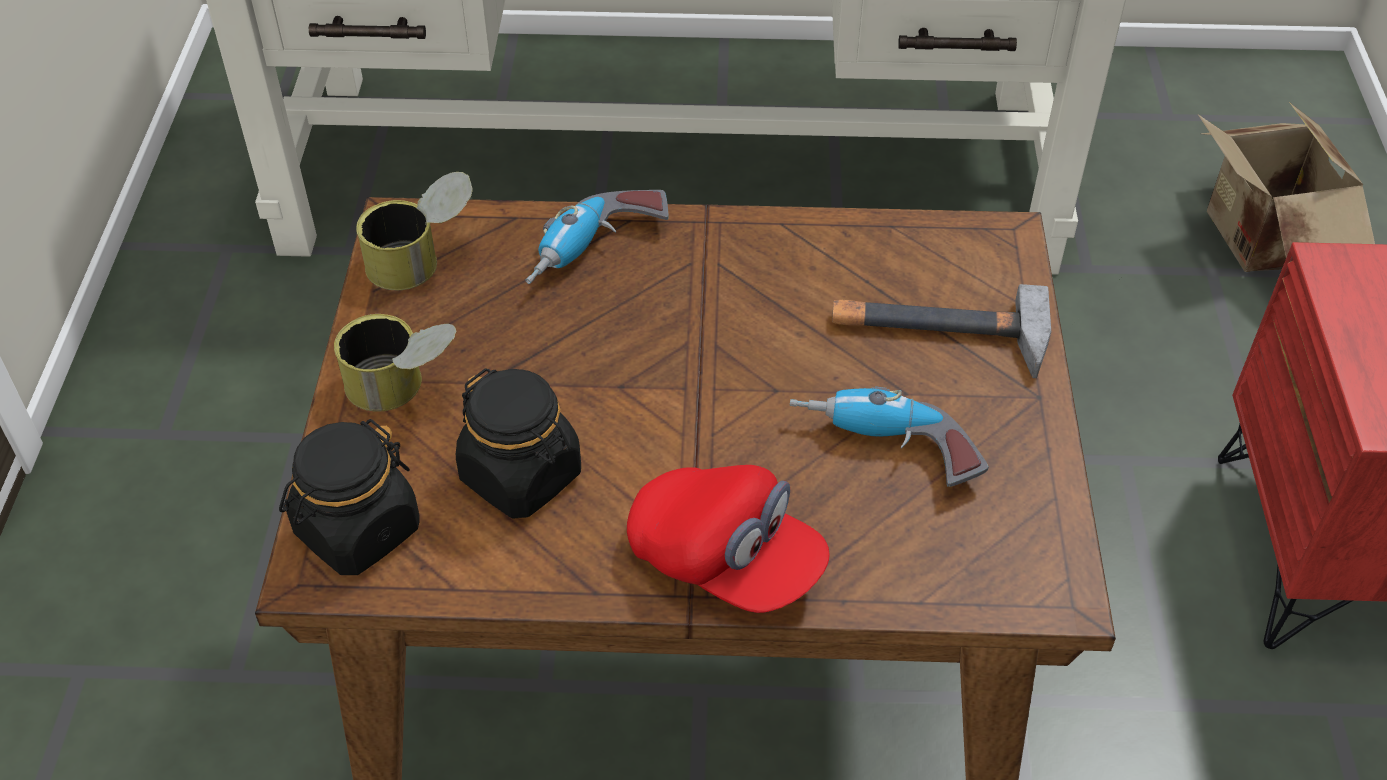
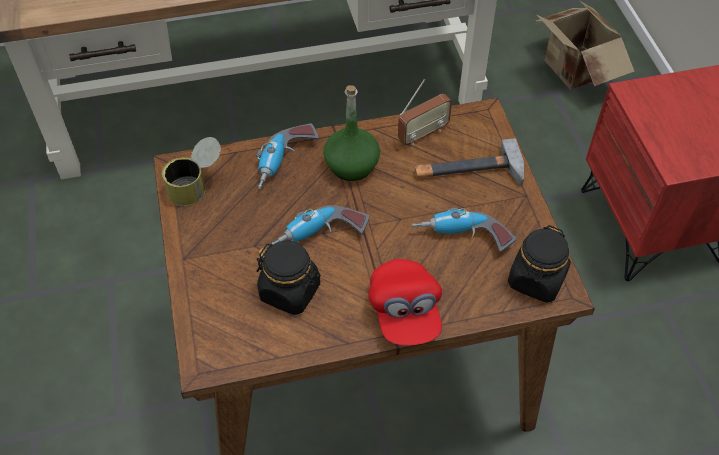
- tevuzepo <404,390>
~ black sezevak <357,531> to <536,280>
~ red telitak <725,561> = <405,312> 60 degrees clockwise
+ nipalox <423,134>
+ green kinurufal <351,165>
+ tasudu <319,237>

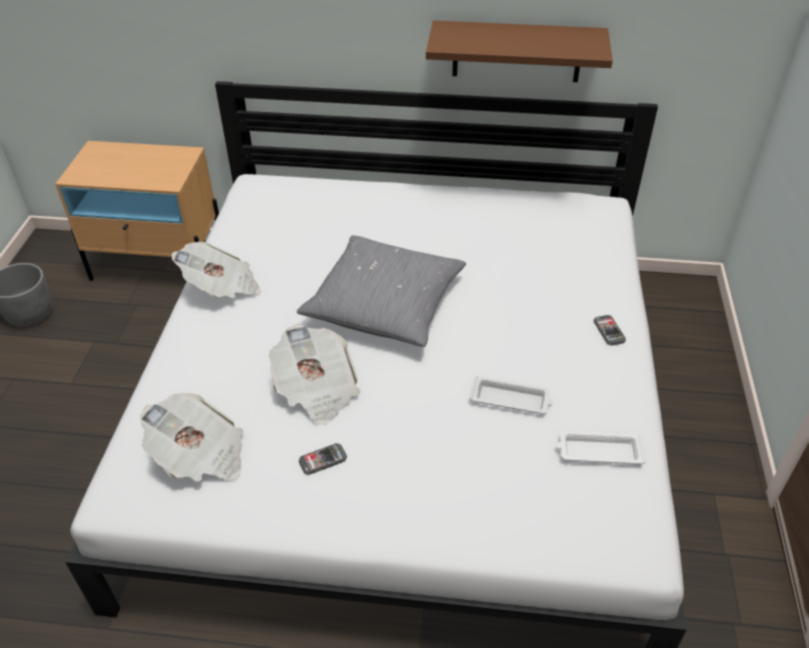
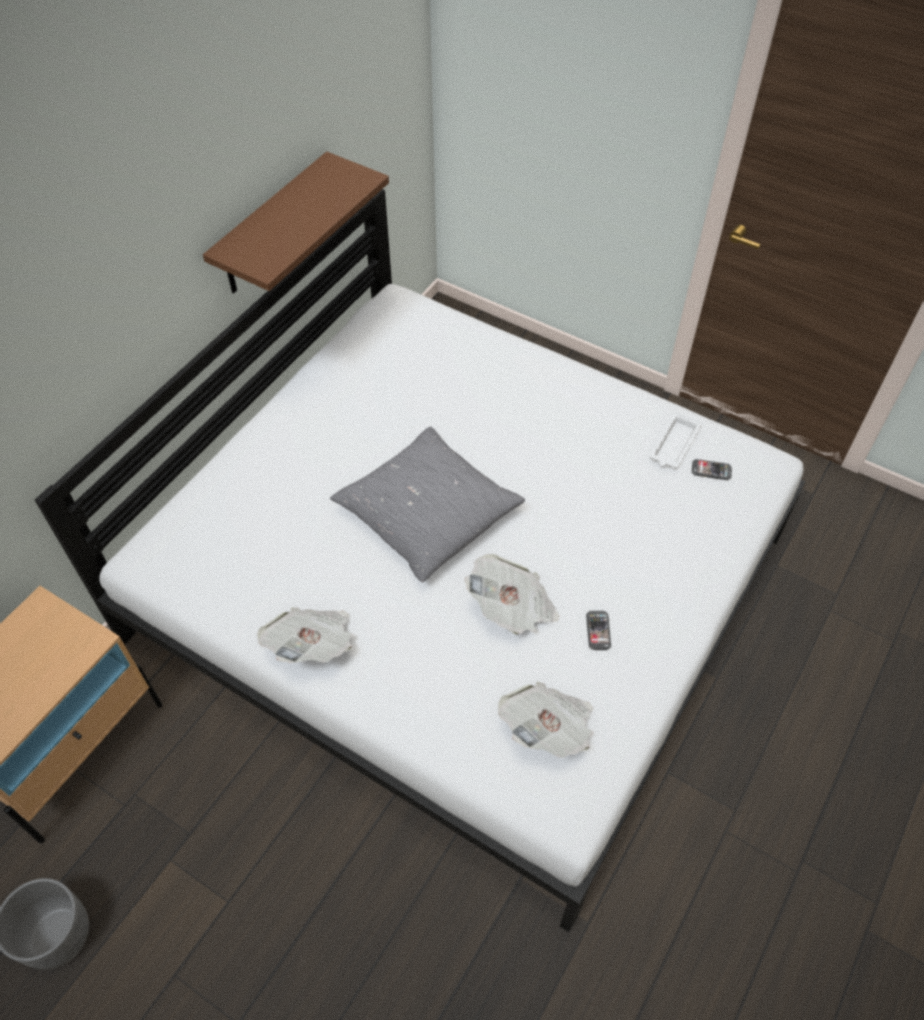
~ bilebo <609,331> to <711,470>
- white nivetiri <511,399>

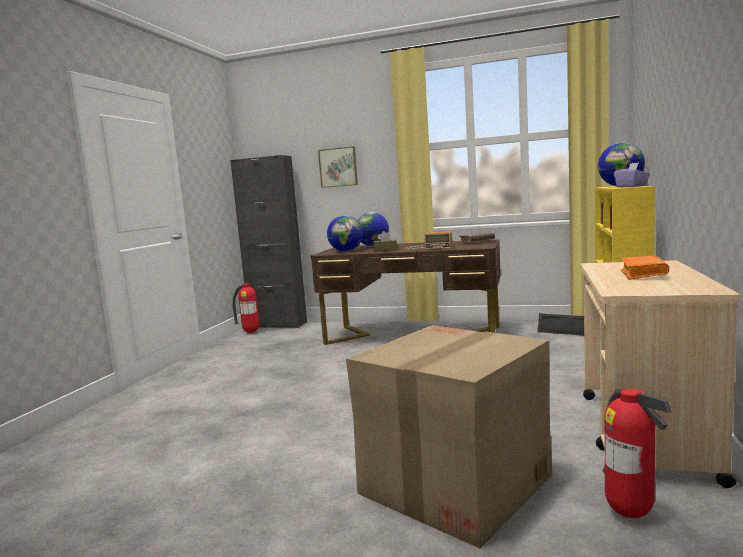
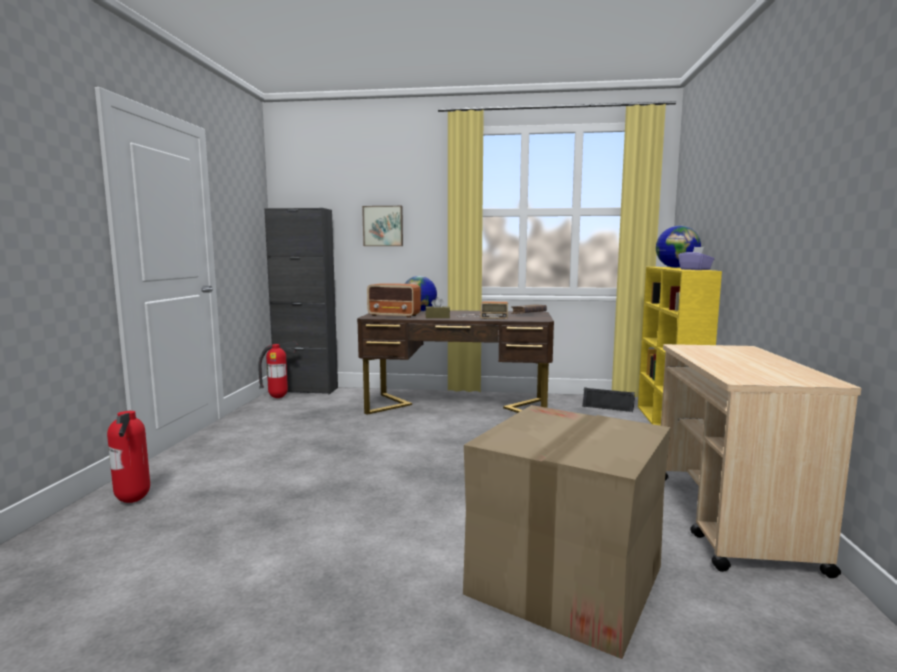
~ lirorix <346,251> to nipalox <394,315>
- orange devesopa <643,274>
~ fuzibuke <630,514> to <134,501>

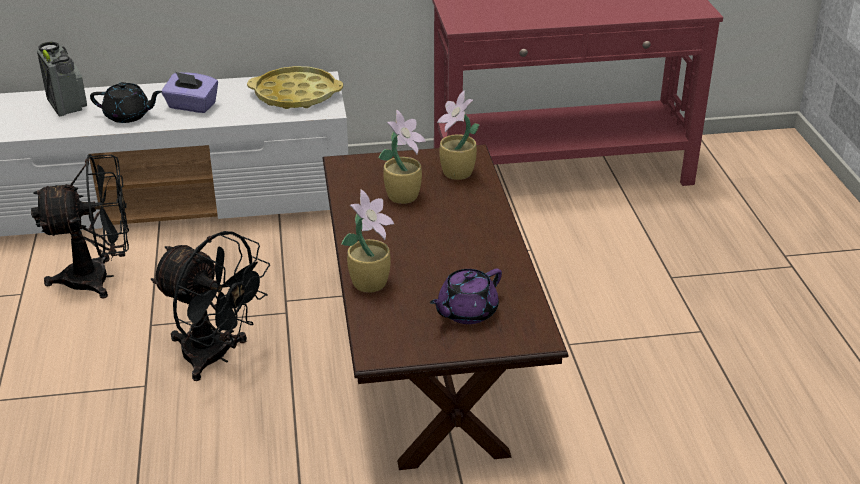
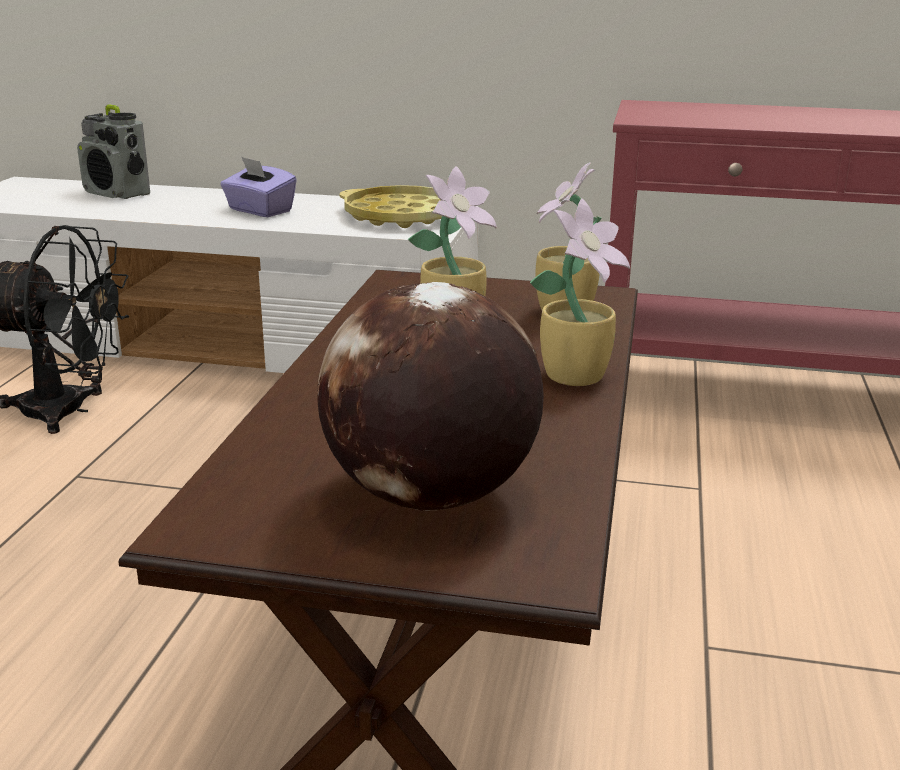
~ nipalox <67,104> = <117,194> 135 degrees clockwise
- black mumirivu <128,116>
~ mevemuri <371,283> to <577,375>
- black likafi <216,357>
~ purple mumirivu <466,312> to lirorix <429,496>

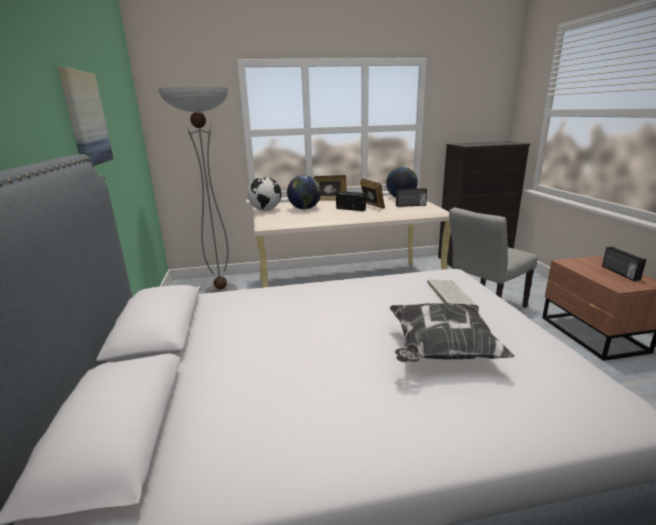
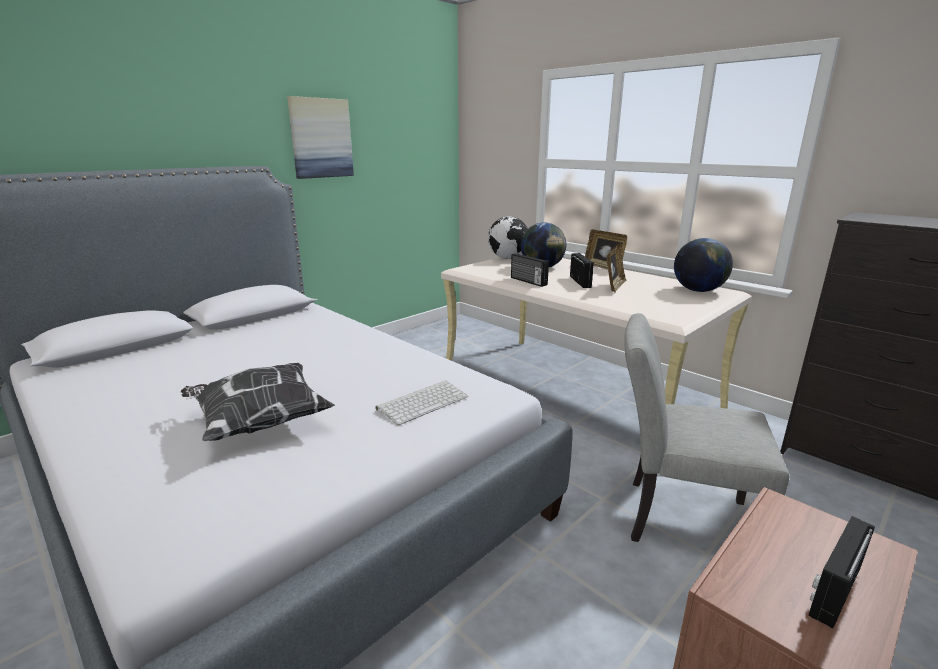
- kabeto <221,291>
~ nipalox <410,205> to <528,281>

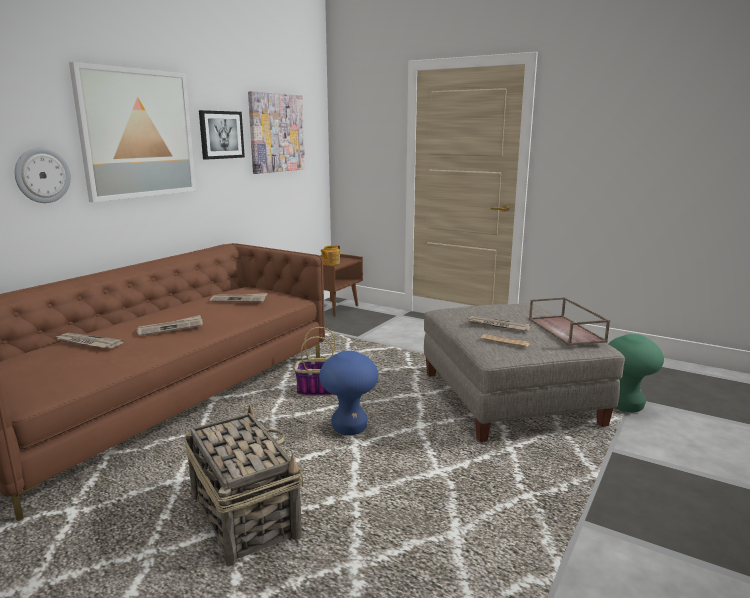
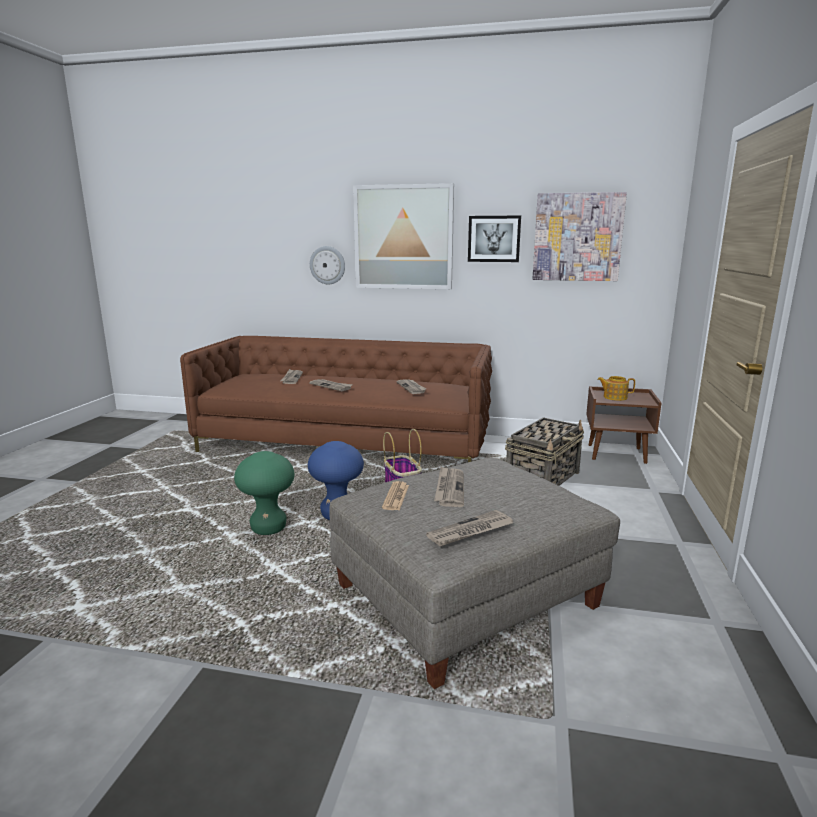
~ brown nivetiri <567,330> to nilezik <470,531>
~ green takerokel <626,406> to <268,528>
~ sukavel <244,515> to <543,478>

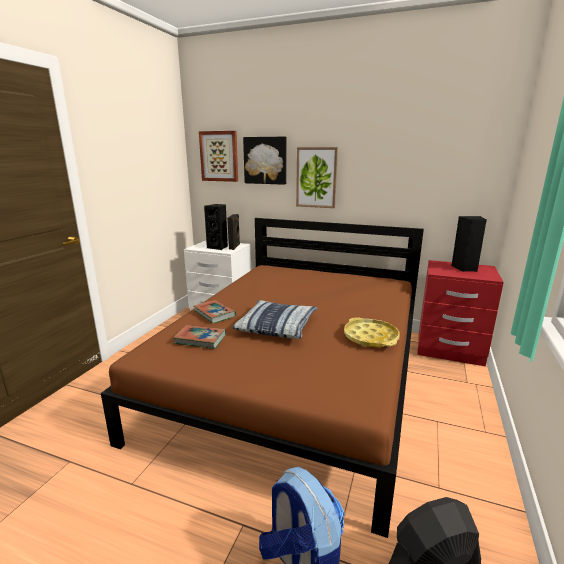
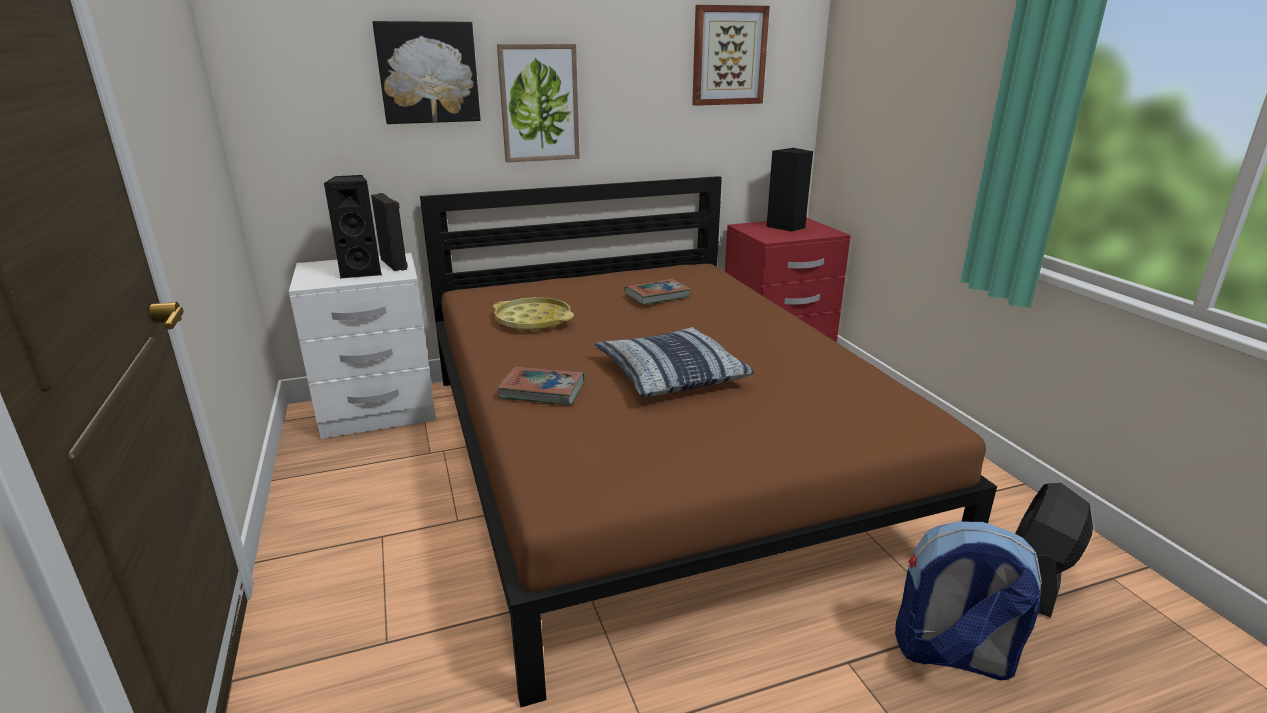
~ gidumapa <219,156> to <728,56>
~ yellow nivetiri <370,337> to <533,320>
~ devesopa <200,339> to <657,296>

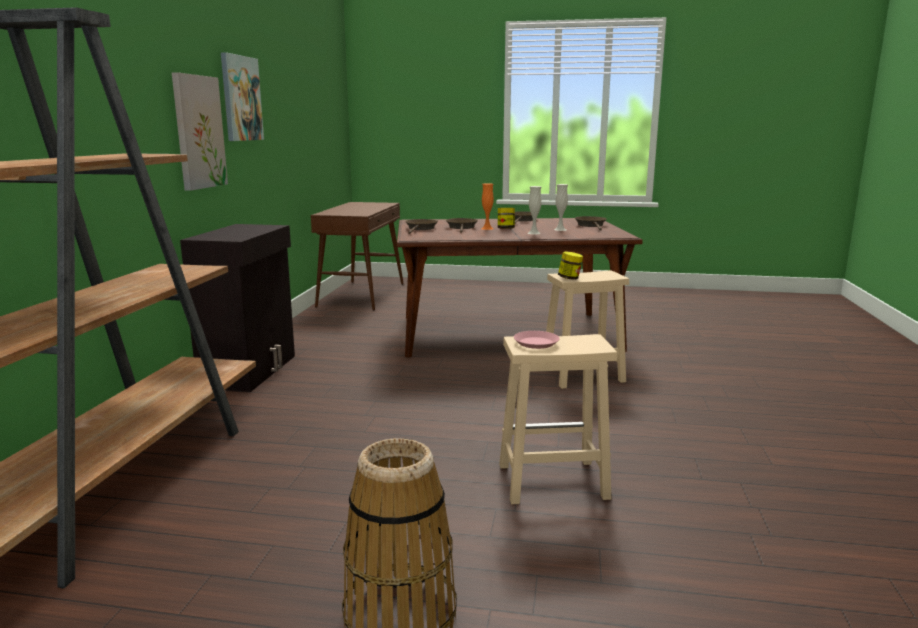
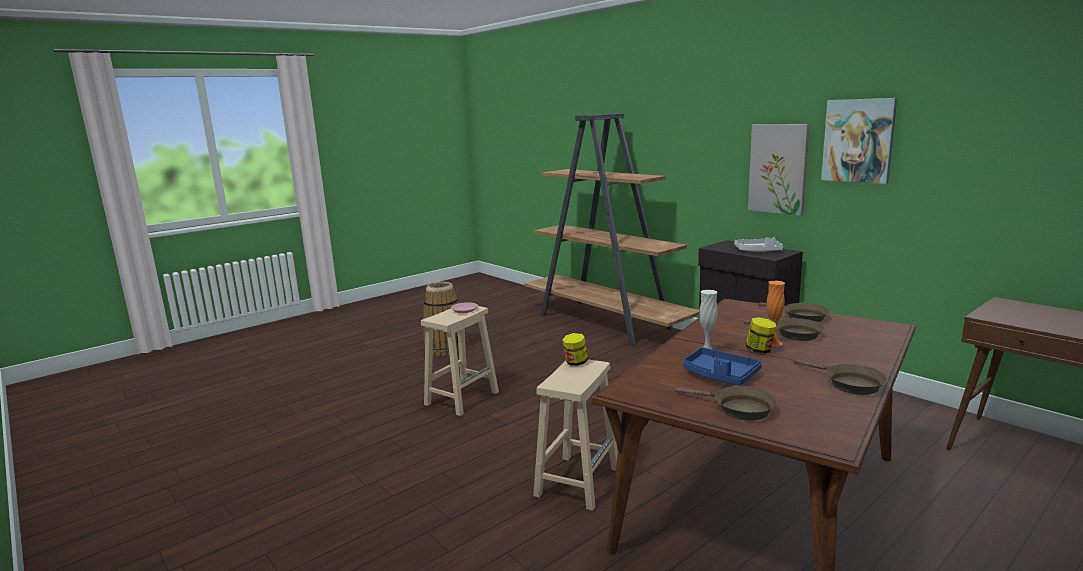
~ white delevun <560,229> to blue nivetiri <720,375>
+ grey nivetiri <758,251>

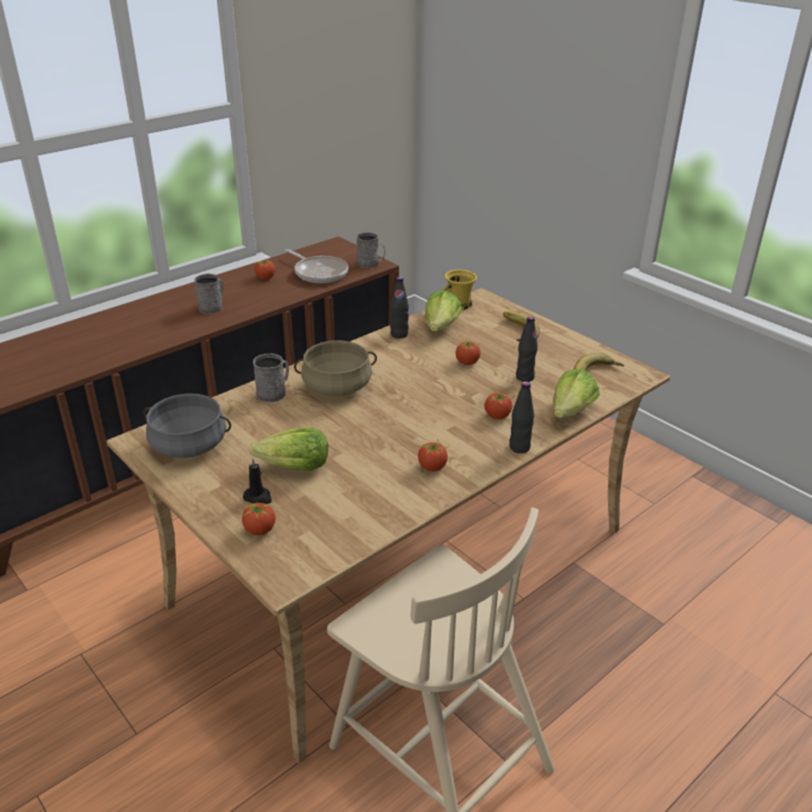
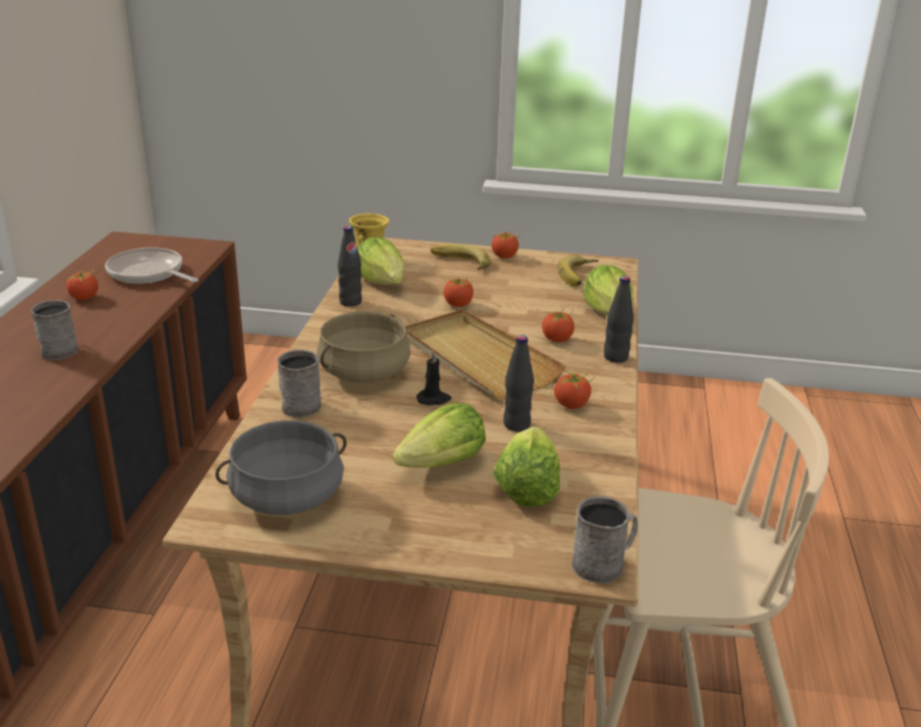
~ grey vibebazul <371,264> to <603,564>
~ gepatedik <319,273> = <148,273> 150 degrees counterclockwise
~ black kinurufal <524,377> to <516,425>
~ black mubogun <258,497> to <434,399>
~ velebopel <260,530> to <504,256>
+ beige nivetiri <477,359>
+ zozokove <526,487>

